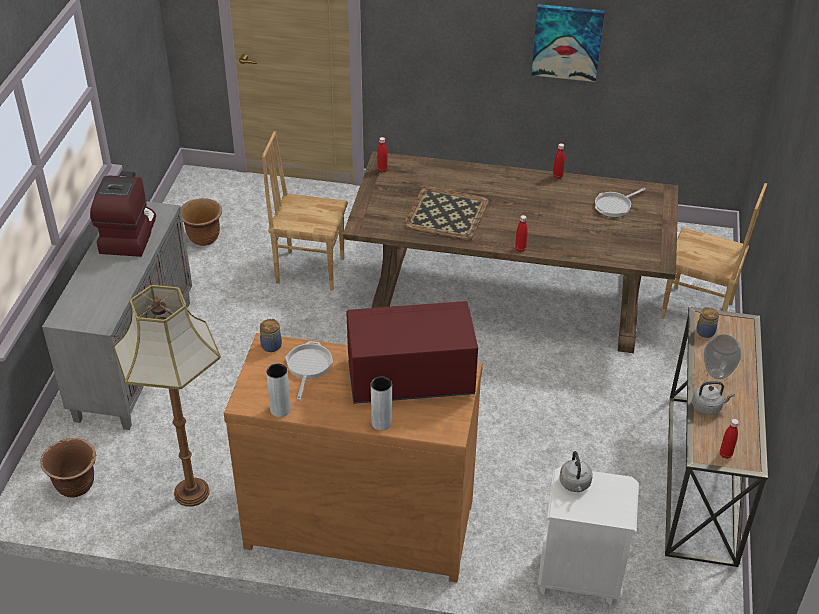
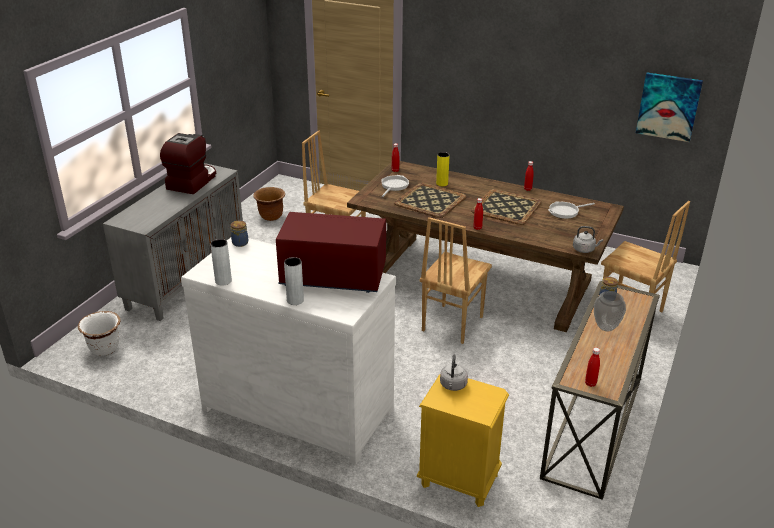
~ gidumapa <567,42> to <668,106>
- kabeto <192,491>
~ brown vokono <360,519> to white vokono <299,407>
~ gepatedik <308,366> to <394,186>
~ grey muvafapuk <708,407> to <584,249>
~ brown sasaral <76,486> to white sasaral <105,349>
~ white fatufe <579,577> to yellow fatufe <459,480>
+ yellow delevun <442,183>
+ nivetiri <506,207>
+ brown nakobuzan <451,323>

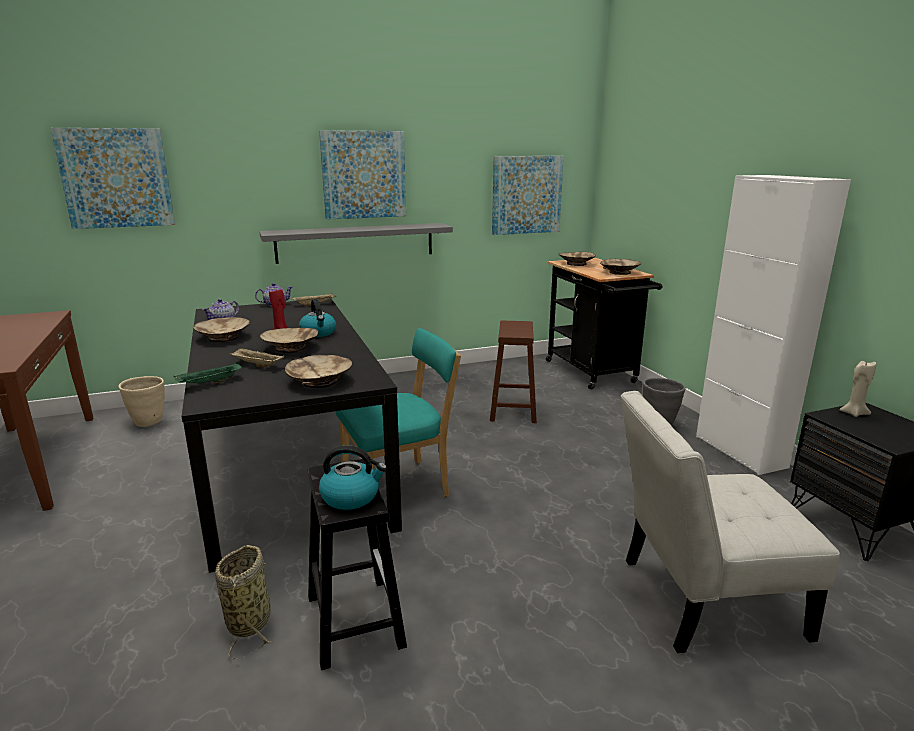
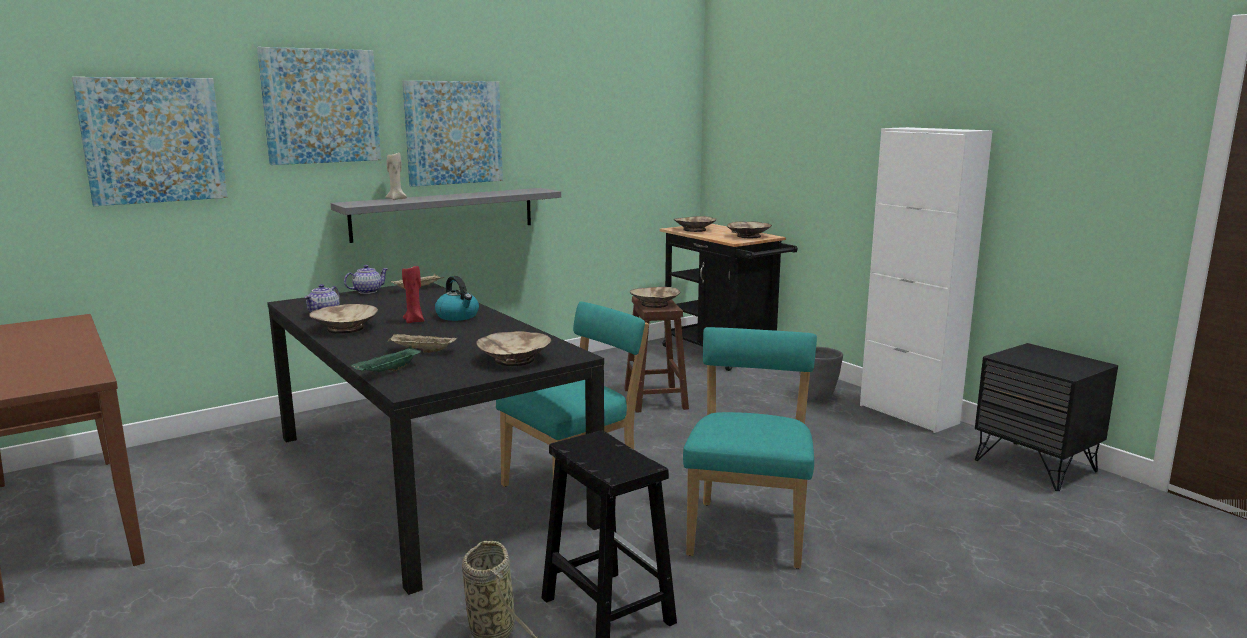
~ gidumapa <526,195> to <321,106>
~ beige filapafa <291,348> to <655,304>
~ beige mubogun <853,413> to <396,199>
- beige sasaral <149,422>
- white nakobuzan <701,598>
- muvafapuk <351,496>
+ turquoise nakobuzan <748,530>

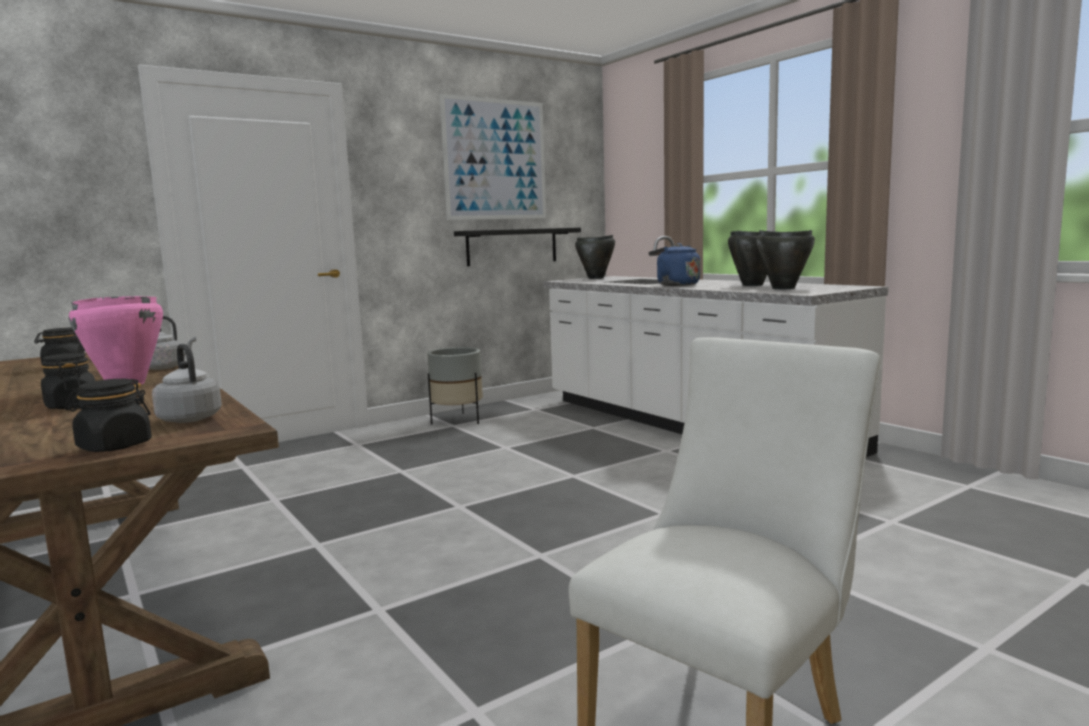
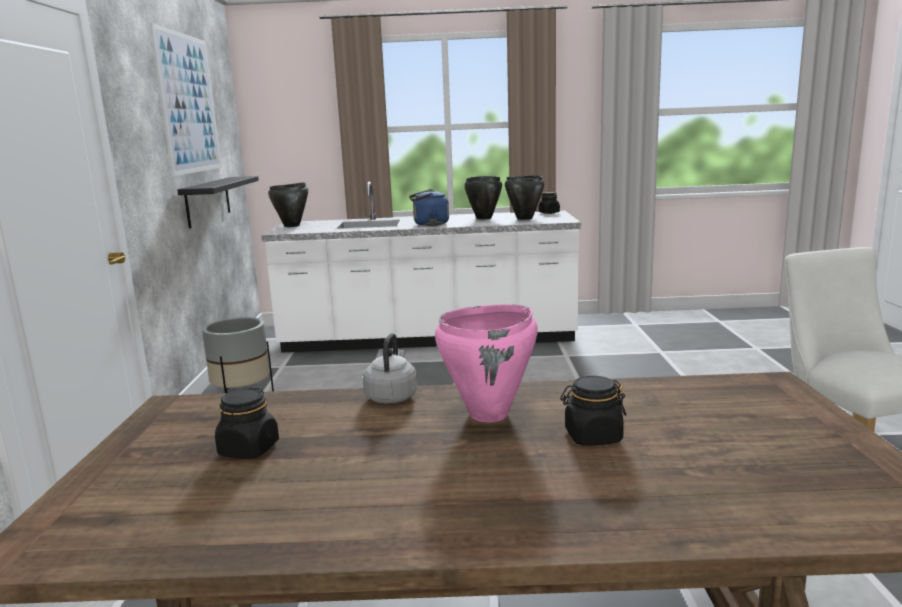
- grey muvafapuk <189,418>
~ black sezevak <114,446> to <549,213>

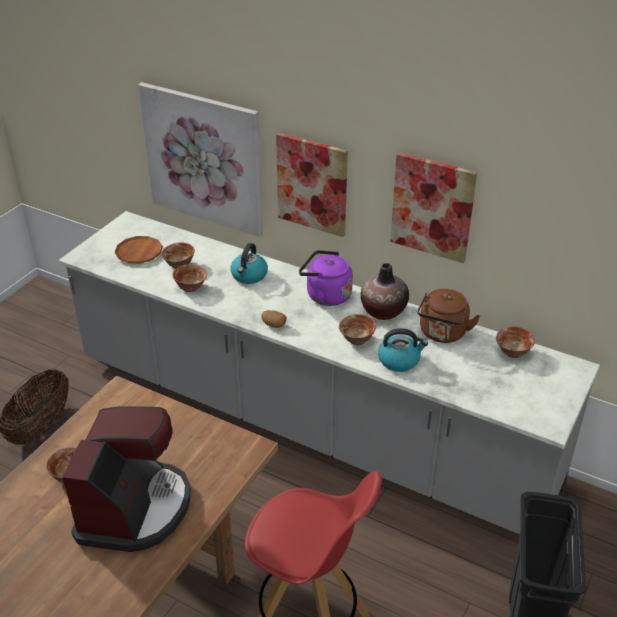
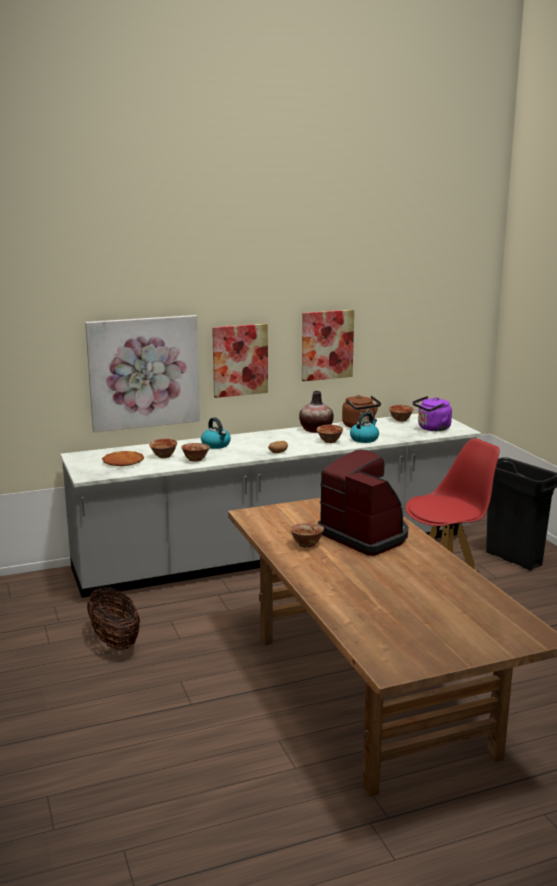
~ purple muvafapuk <325,295> to <432,428>

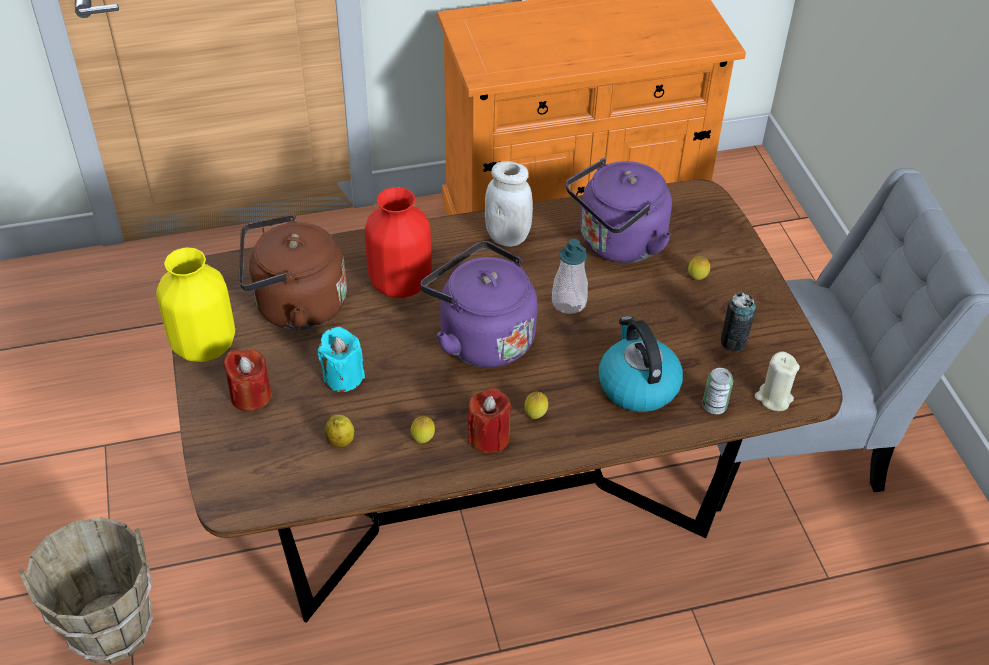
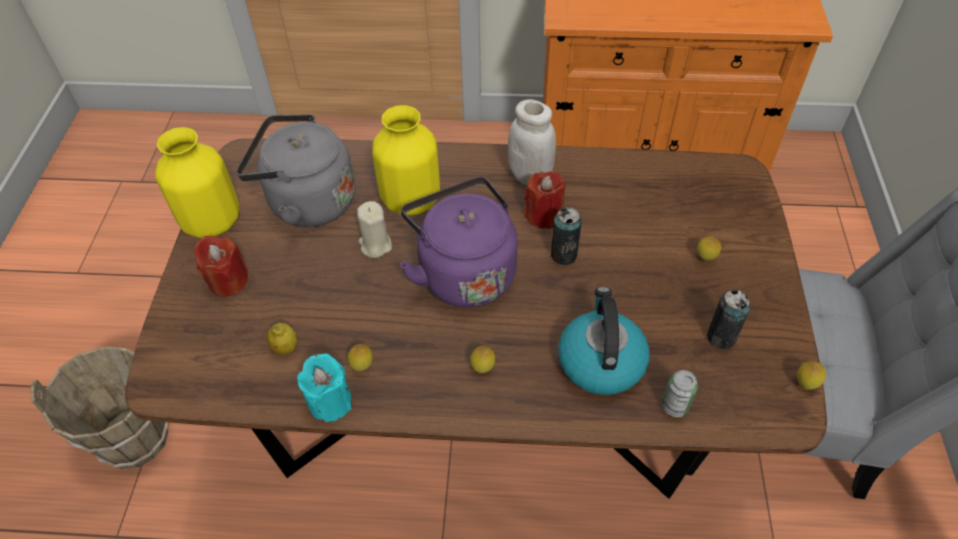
- purple muvafapuk <617,244>
~ red delevun <399,283> to yellow delevun <410,200>
~ brown muvafapuk <294,306> to grey muvafapuk <307,202>
~ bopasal <569,302> to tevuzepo <563,255>
~ turquoise mubogun <343,377> to <330,402>
~ beige mubogun <773,398> to <375,245>
~ red mubogun <489,437> to <544,215>
+ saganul <805,384>

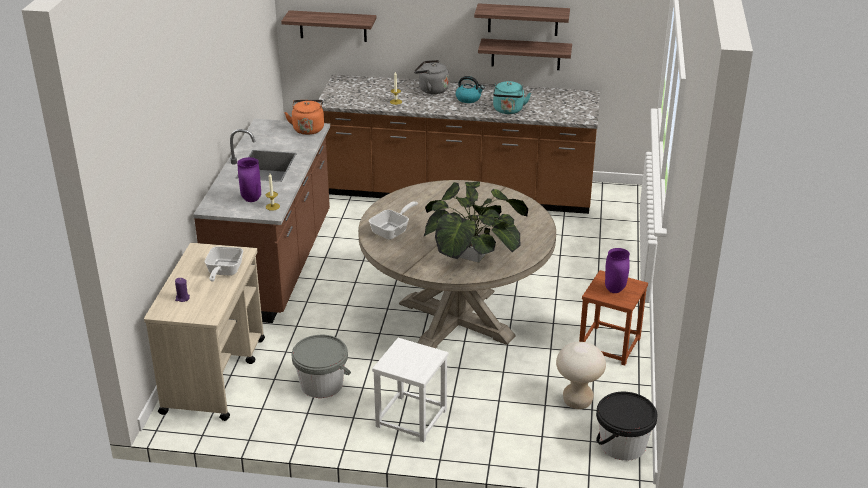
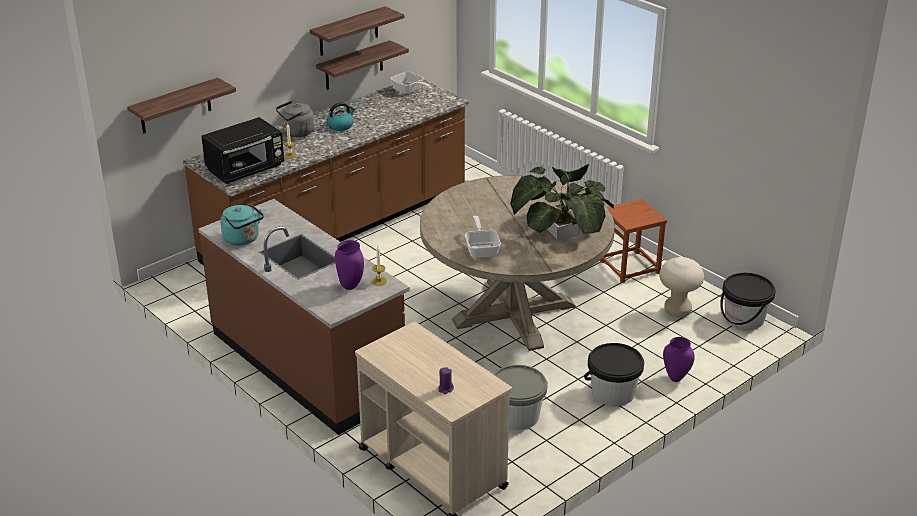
~ turquoise muvafapuk <508,110> to <243,239>
- orange muvafapuk <308,128>
~ gepatedik <223,272> to <409,91>
~ purple delevun <615,290> to <676,378>
~ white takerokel <411,418> to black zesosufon <613,393>
+ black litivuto <246,169>

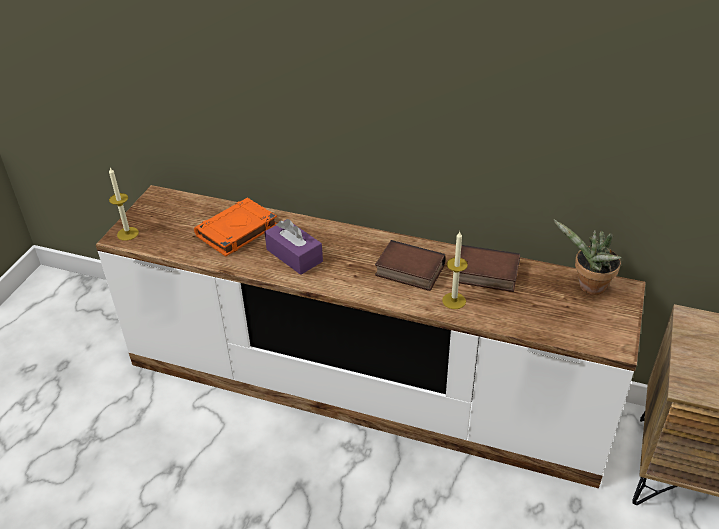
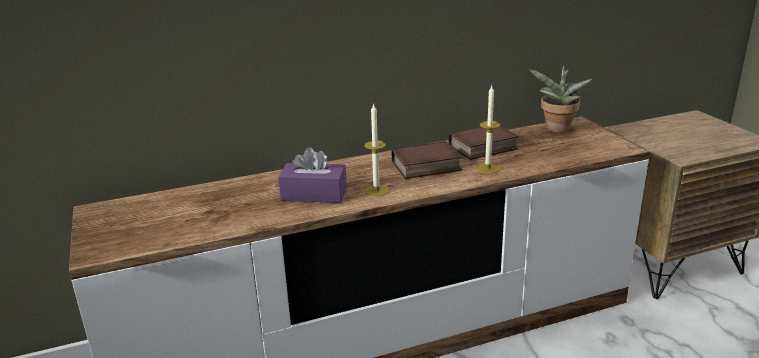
~ mubogun <128,233> to <376,191>
- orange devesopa <236,231>

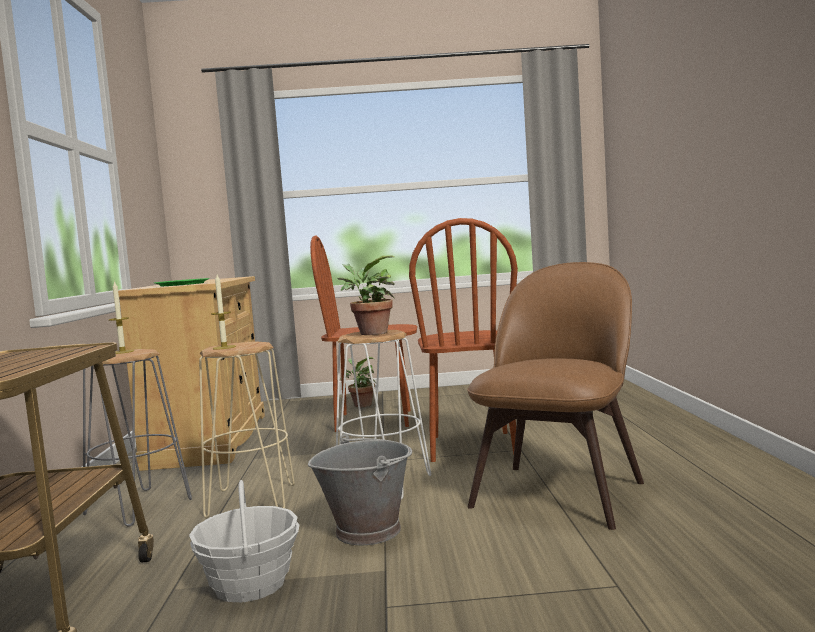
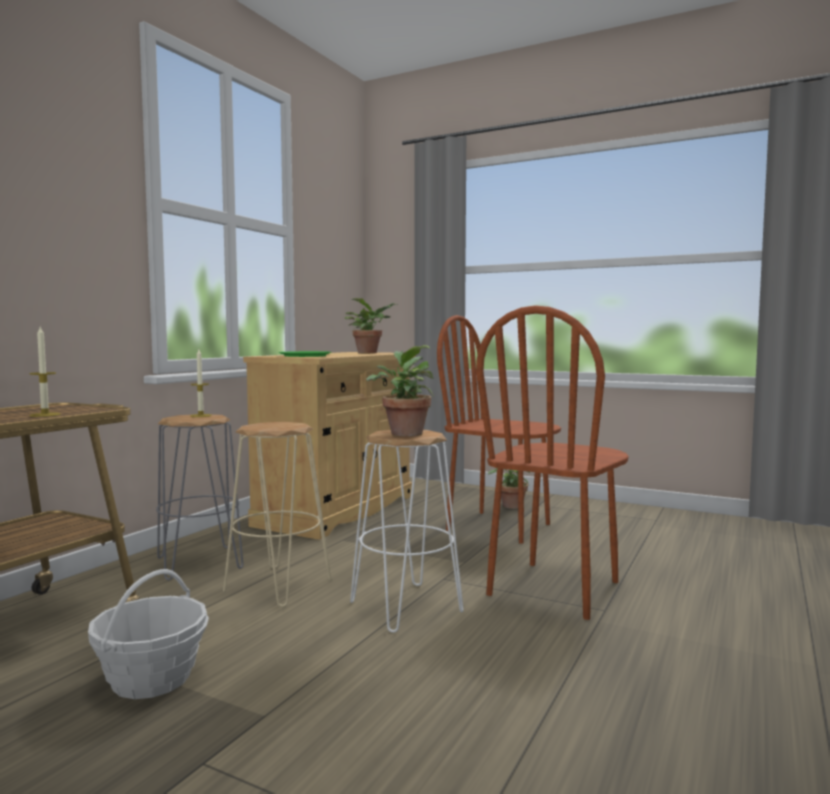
- brown nakobuzan <560,491>
~ mubogun <224,347> to <45,415>
- grey zesosufon <368,530>
+ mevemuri <369,353>

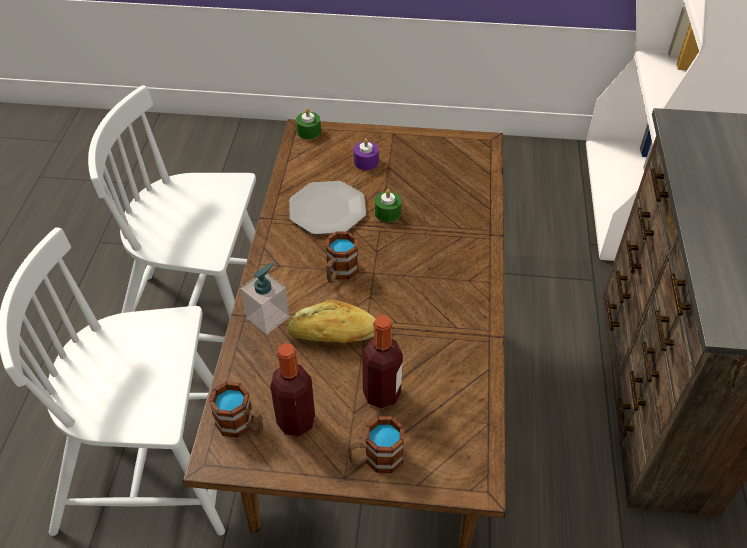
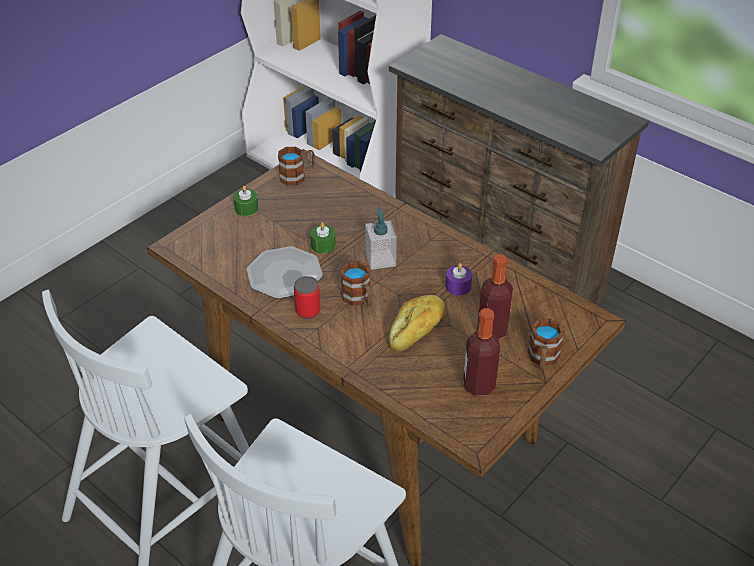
~ green mubogun <309,132> to <246,208>
~ purple mubogun <366,162> to <458,286>
~ bopasal <268,317> to <380,259>
~ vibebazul <241,424> to <297,176>
+ tevuzepo <308,311>

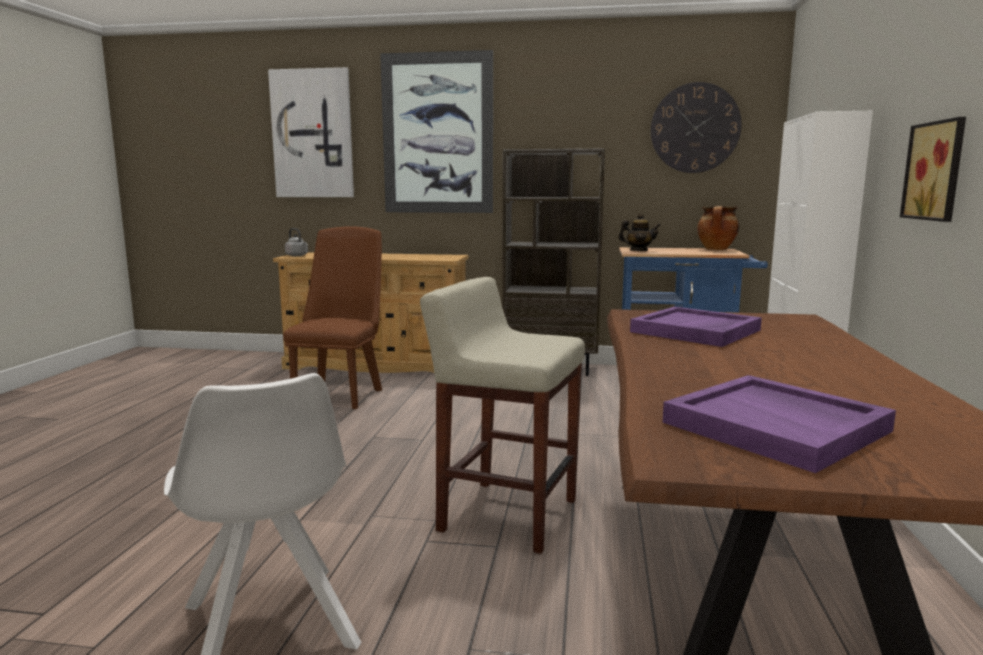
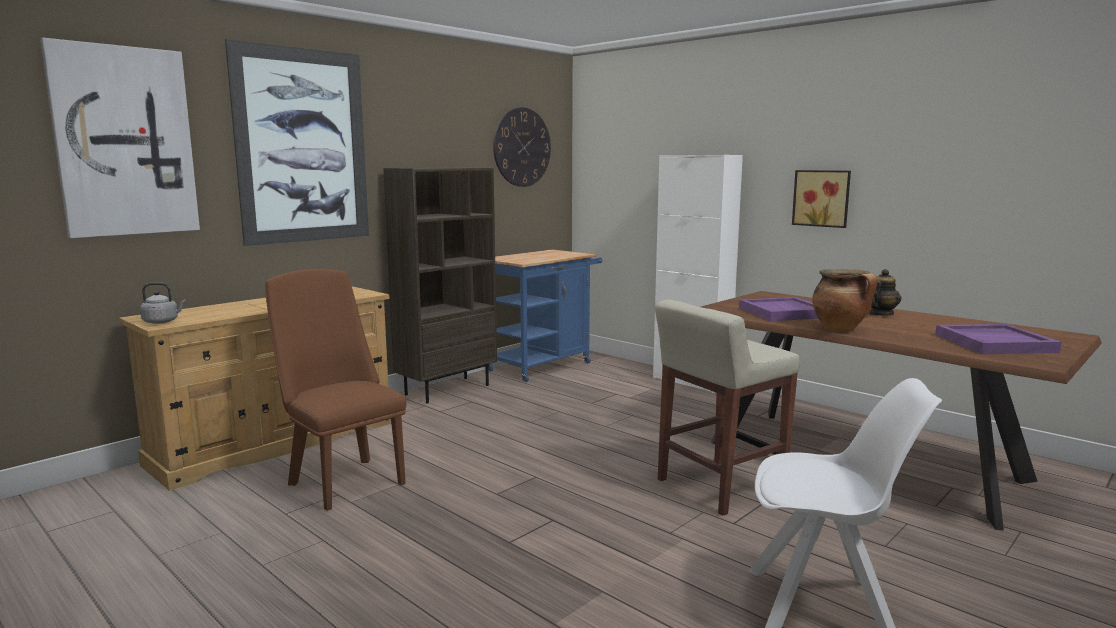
~ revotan <716,249> to <841,329>
~ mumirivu <638,251> to <880,314>

